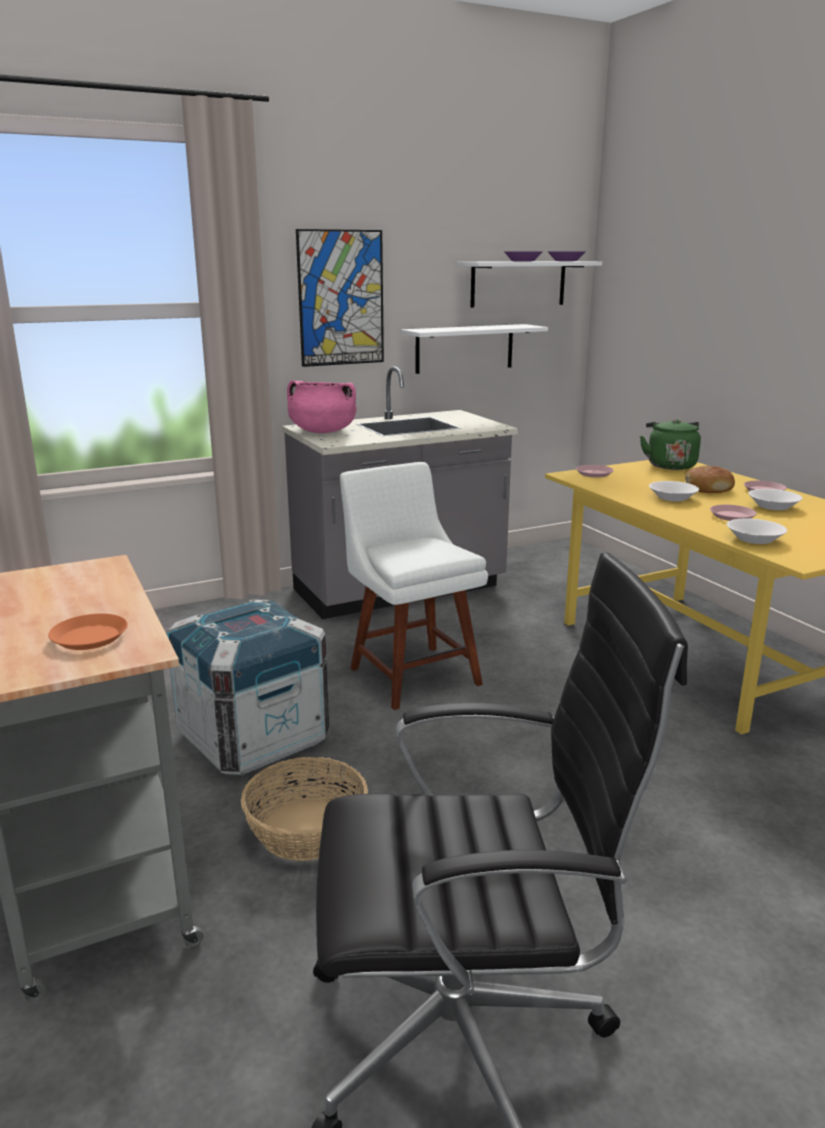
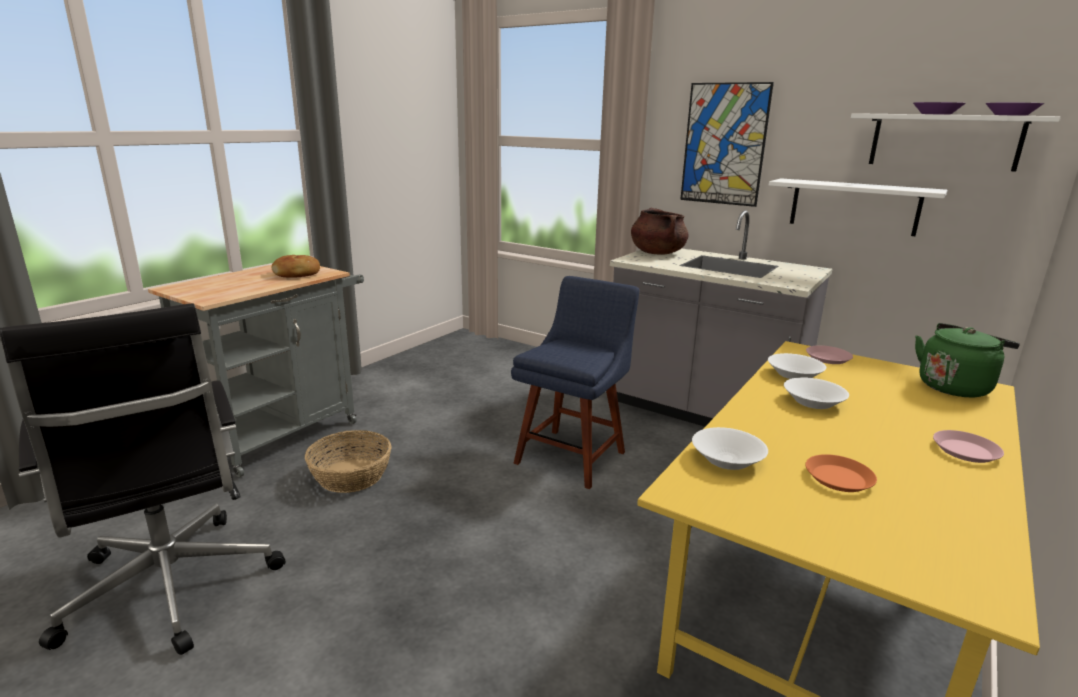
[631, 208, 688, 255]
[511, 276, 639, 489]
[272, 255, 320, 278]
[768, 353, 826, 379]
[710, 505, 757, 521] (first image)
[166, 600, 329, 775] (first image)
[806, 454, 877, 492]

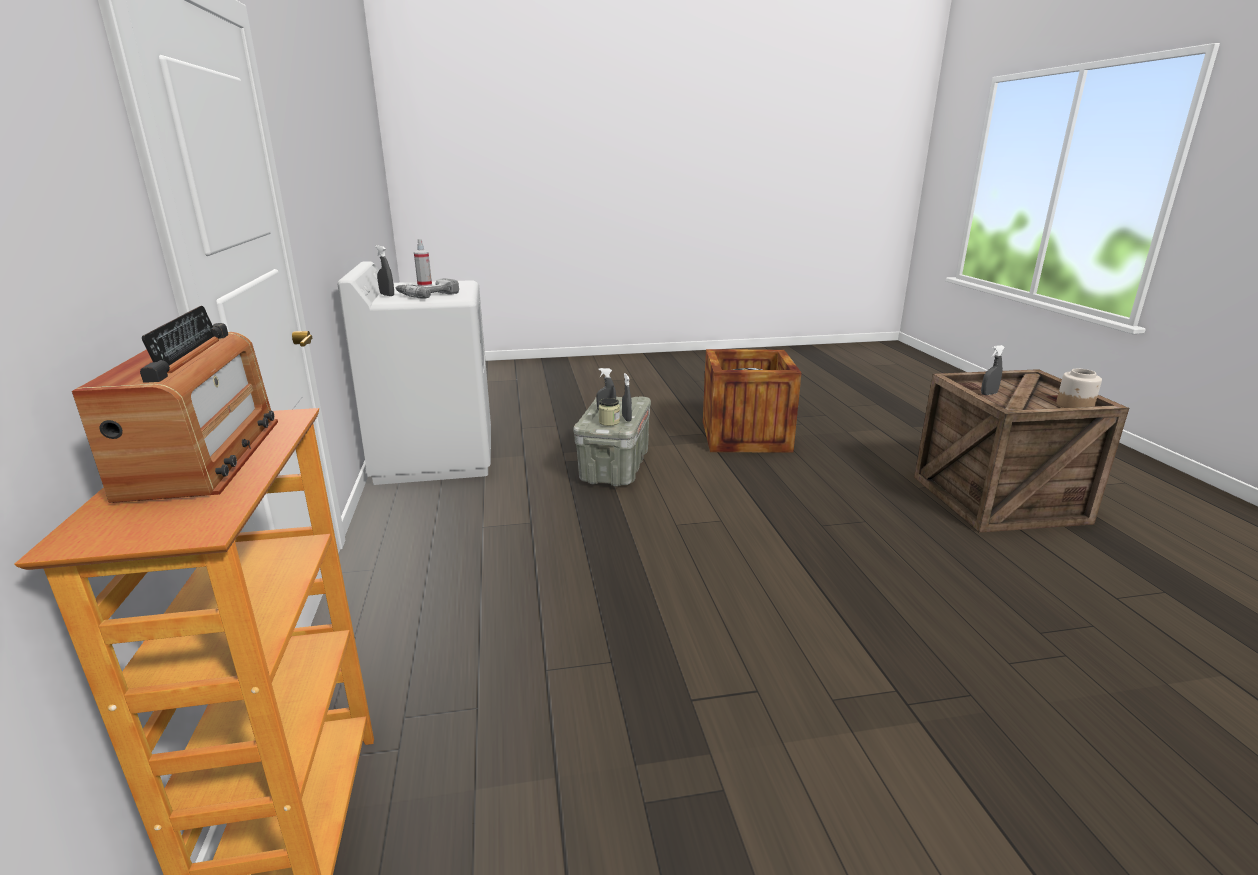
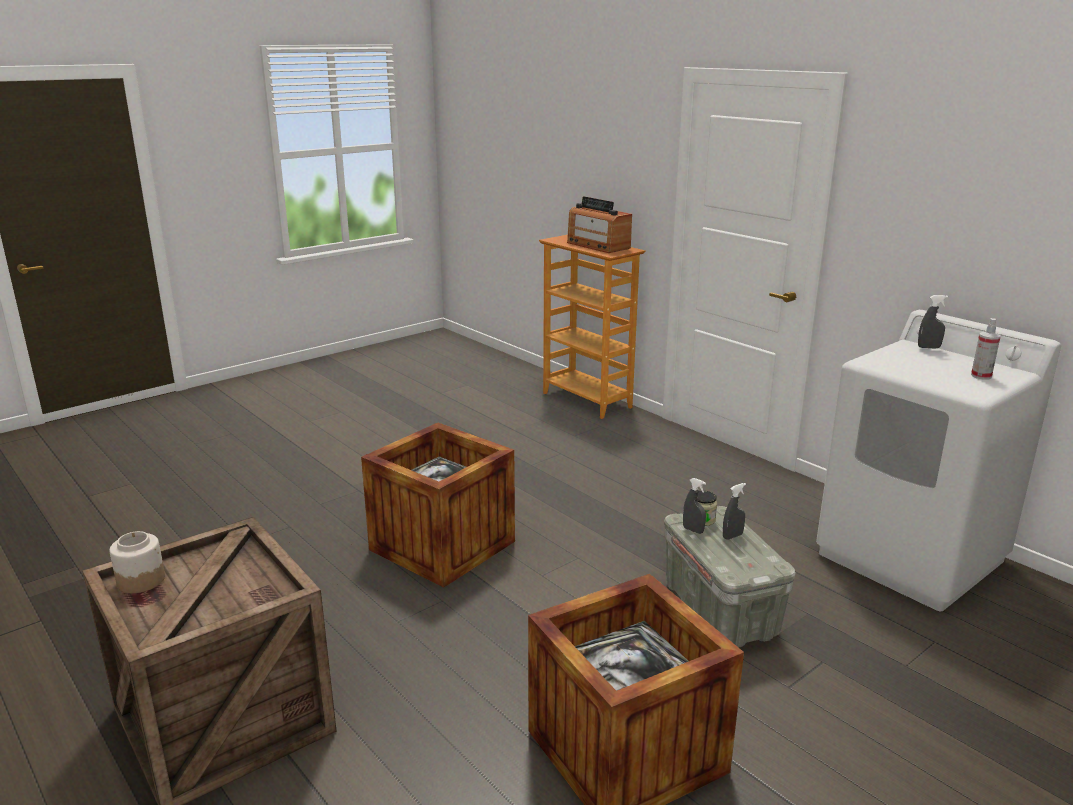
[396, 278, 459, 299] (first image)
[981, 345, 1005, 395] (first image)
[361, 423, 515, 588]

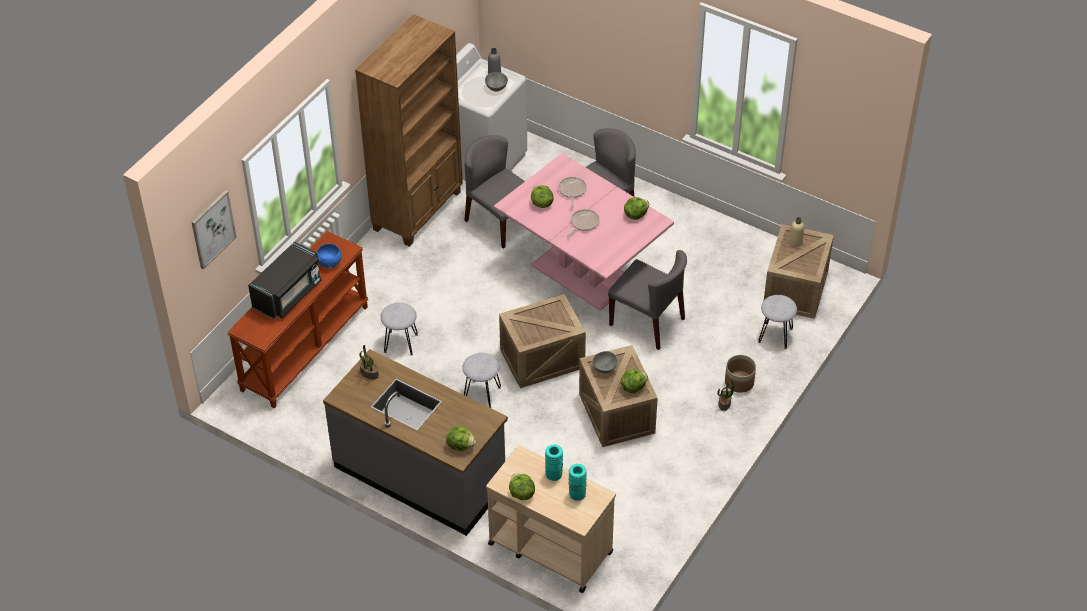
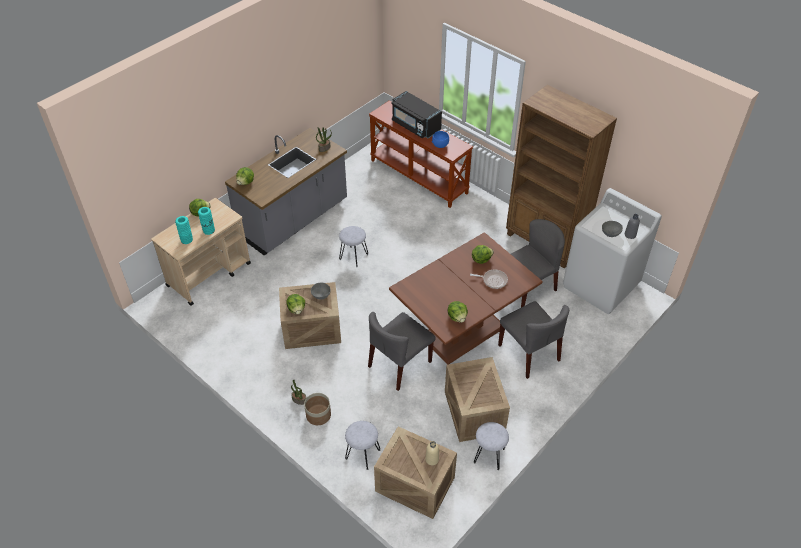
[389, 233, 543, 365]
[191, 190, 237, 270] (first image)
[567, 209, 600, 237] (first image)
[445, 357, 510, 442]
[474, 422, 509, 470]

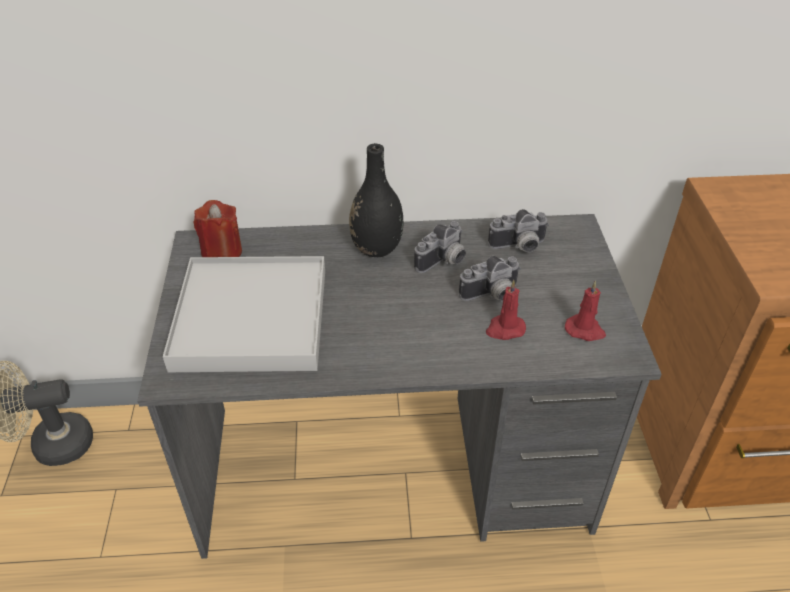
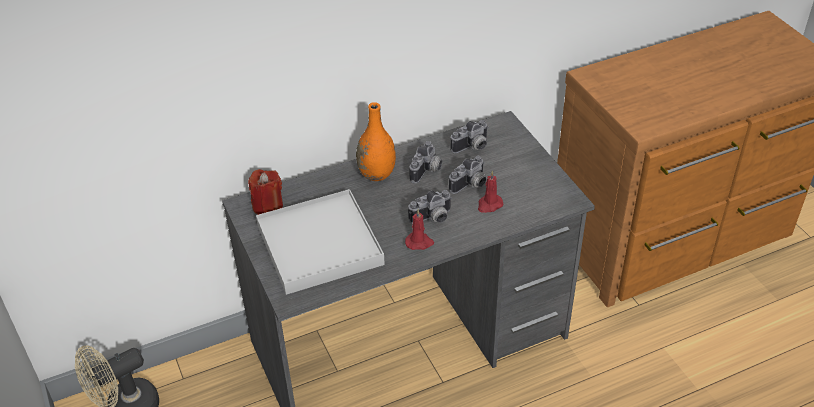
[356, 102, 396, 181]
[405, 209, 434, 250]
[408, 190, 452, 224]

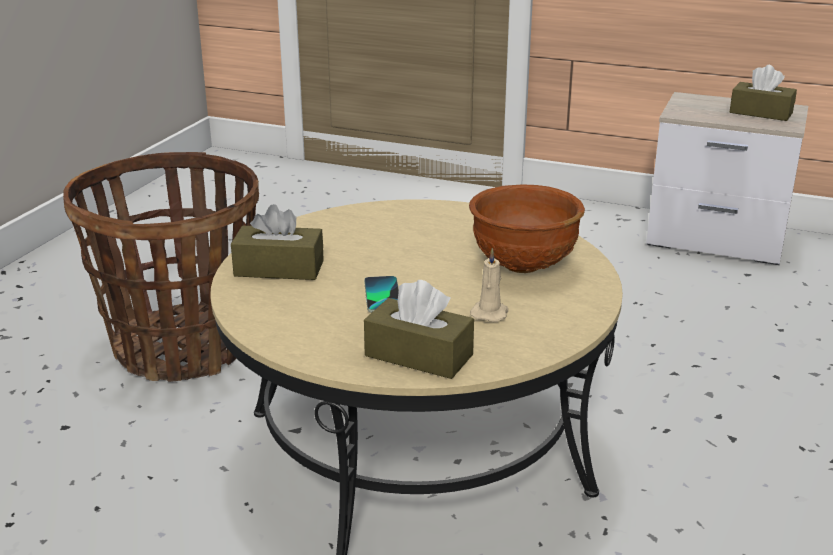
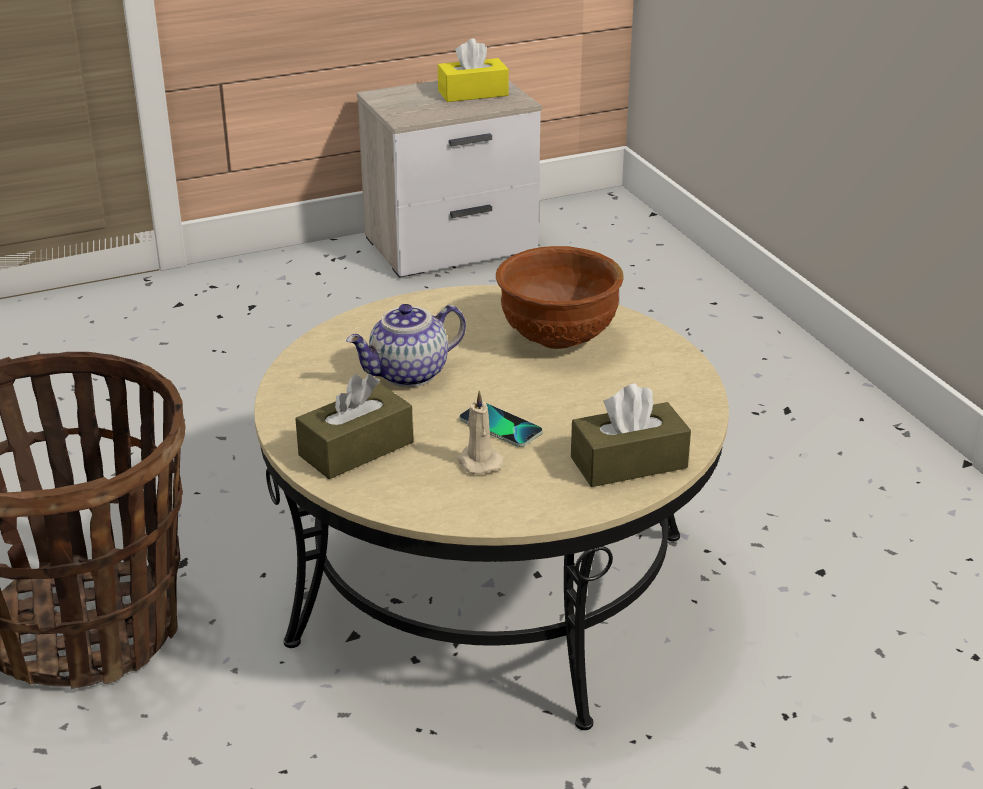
[438, 39, 509, 102]
[457, 390, 504, 475]
[346, 304, 466, 387]

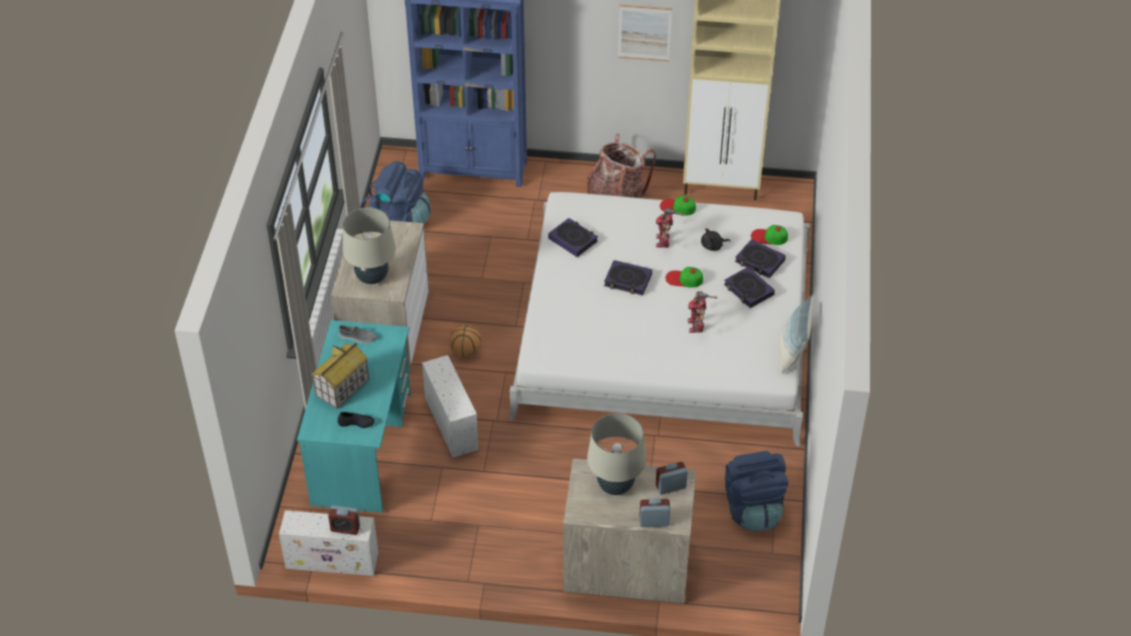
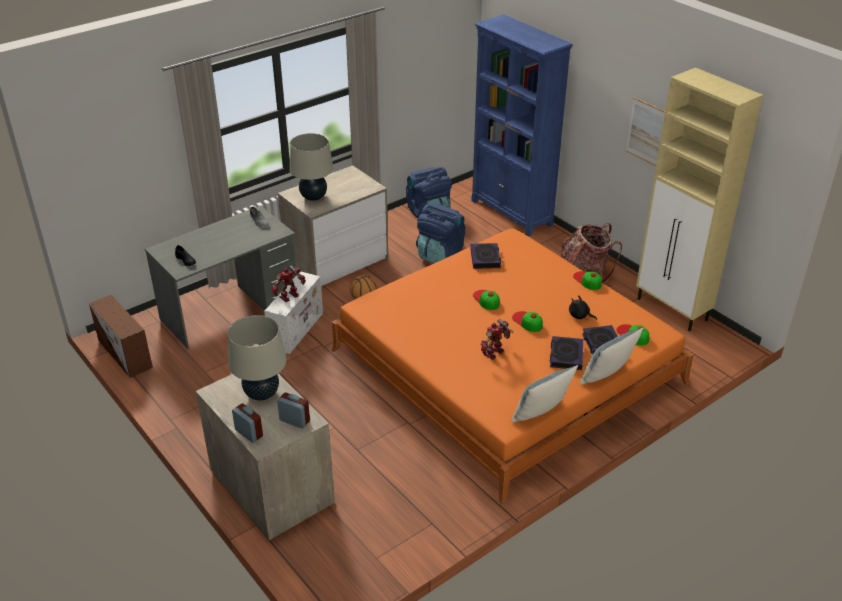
[332, 228, 694, 504]
[272, 265, 306, 302]
[473, 290, 500, 310]
[145, 206, 296, 349]
[311, 343, 369, 409] (first image)
[416, 203, 465, 263]
[328, 505, 360, 535] (first image)
[89, 295, 153, 378]
[580, 327, 644, 385]

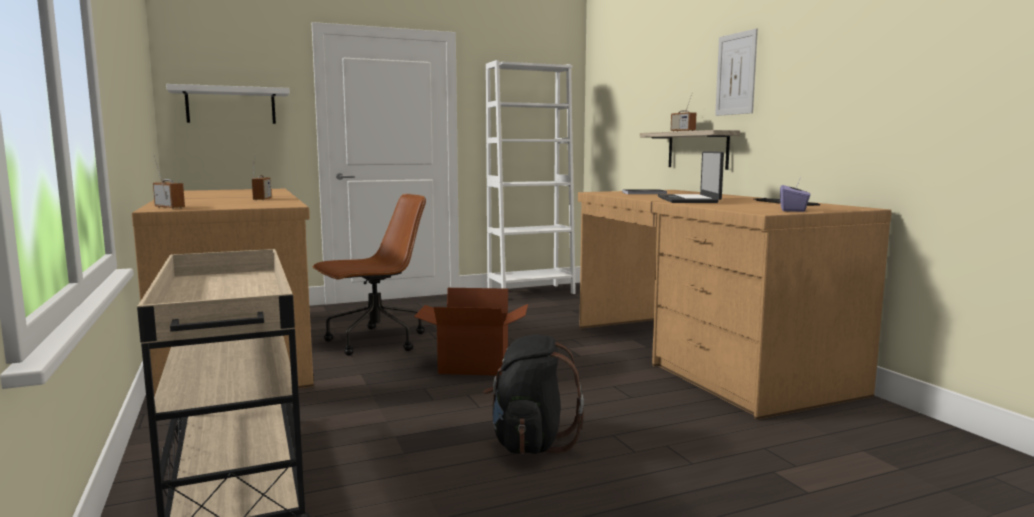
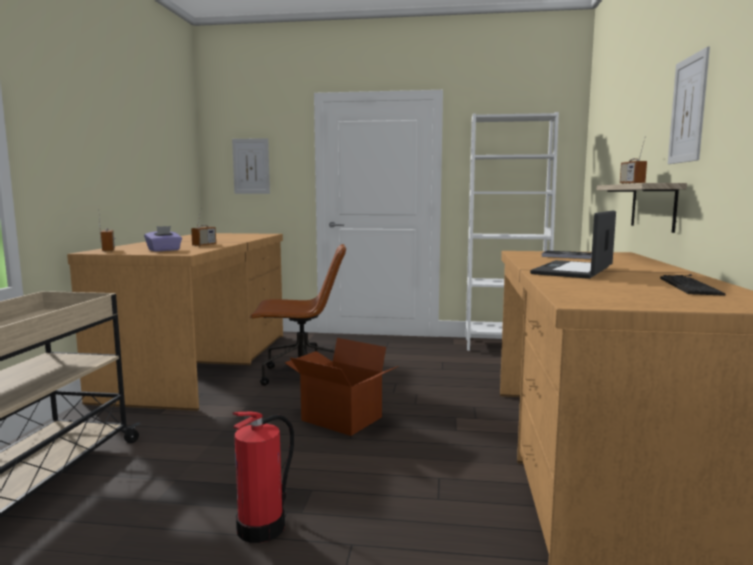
[232, 138, 270, 194]
[144, 226, 182, 252]
[233, 412, 294, 543]

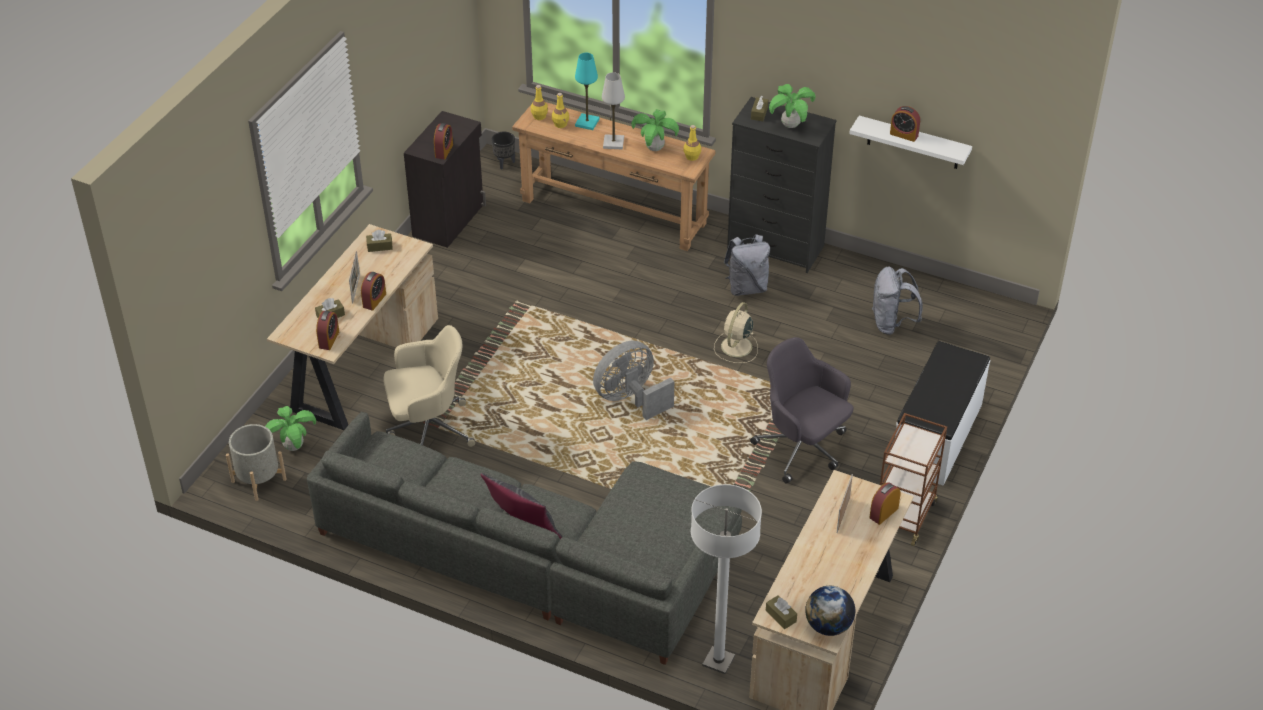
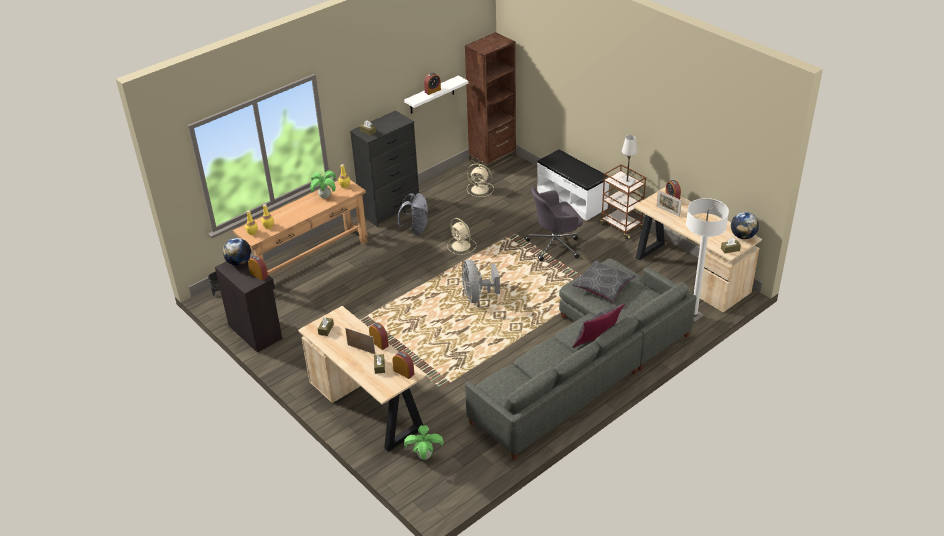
[575, 53, 599, 130] (first image)
[619, 135, 637, 186]
[769, 84, 816, 128] (first image)
[467, 164, 494, 197]
[383, 325, 475, 447] (first image)
[226, 424, 287, 501] (first image)
[465, 32, 516, 171]
[223, 238, 251, 266]
[572, 260, 636, 302]

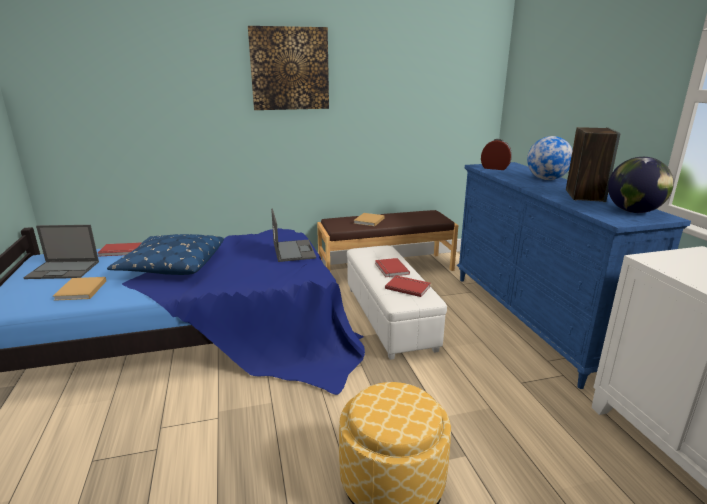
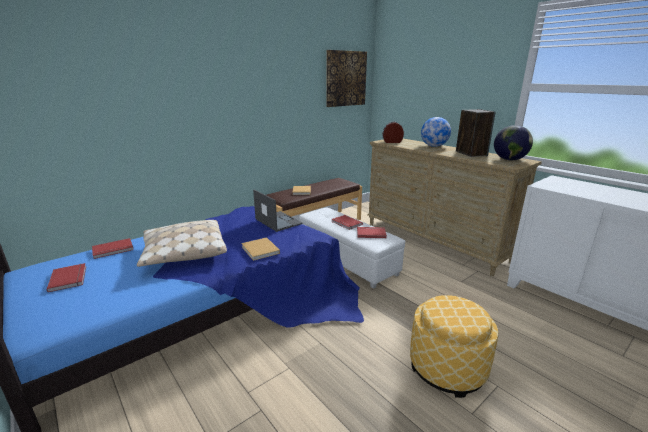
[326, 50, 367, 107]
[367, 139, 542, 276]
[47, 263, 86, 292]
[137, 220, 227, 267]
[241, 237, 280, 261]

